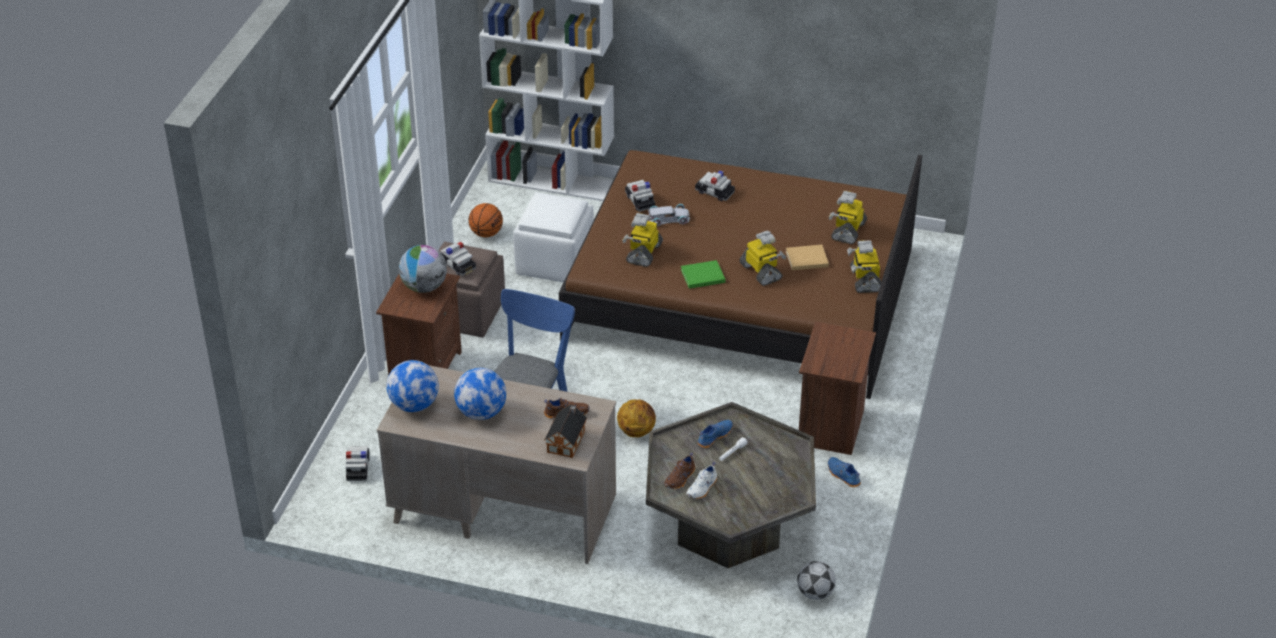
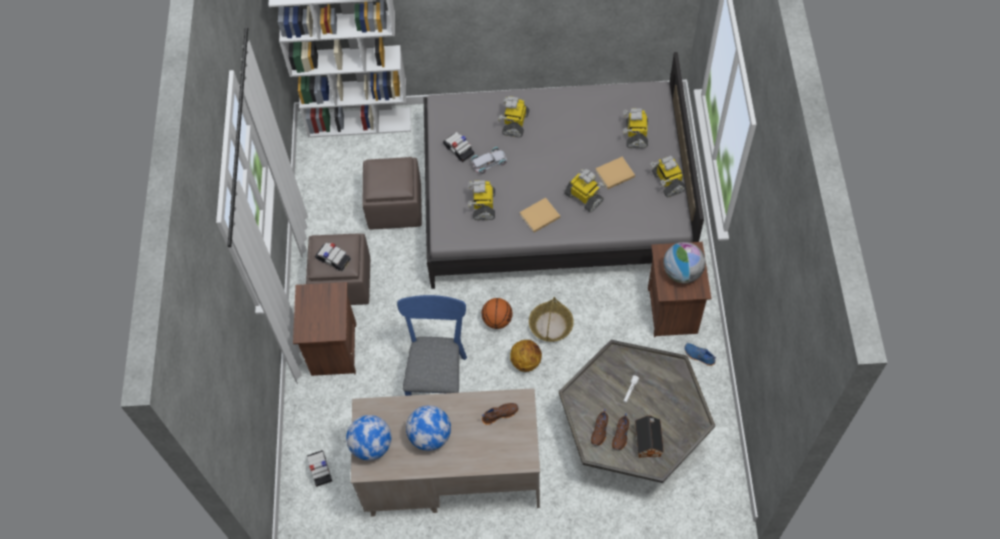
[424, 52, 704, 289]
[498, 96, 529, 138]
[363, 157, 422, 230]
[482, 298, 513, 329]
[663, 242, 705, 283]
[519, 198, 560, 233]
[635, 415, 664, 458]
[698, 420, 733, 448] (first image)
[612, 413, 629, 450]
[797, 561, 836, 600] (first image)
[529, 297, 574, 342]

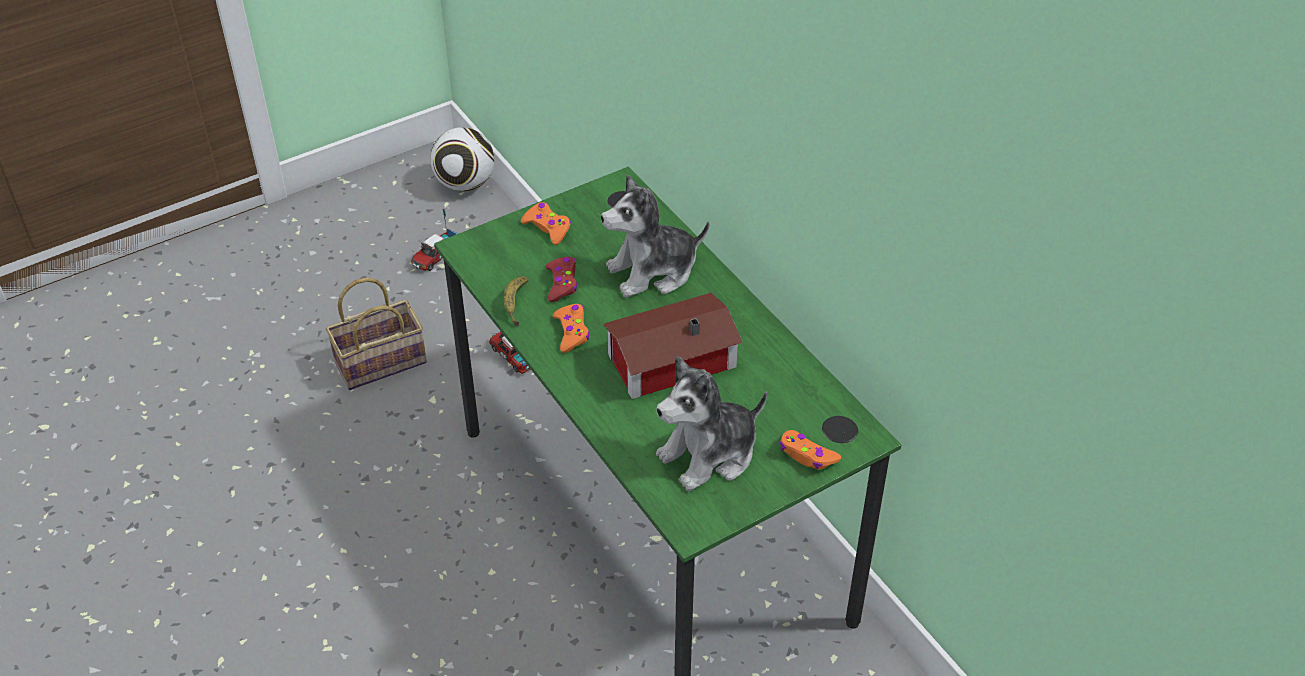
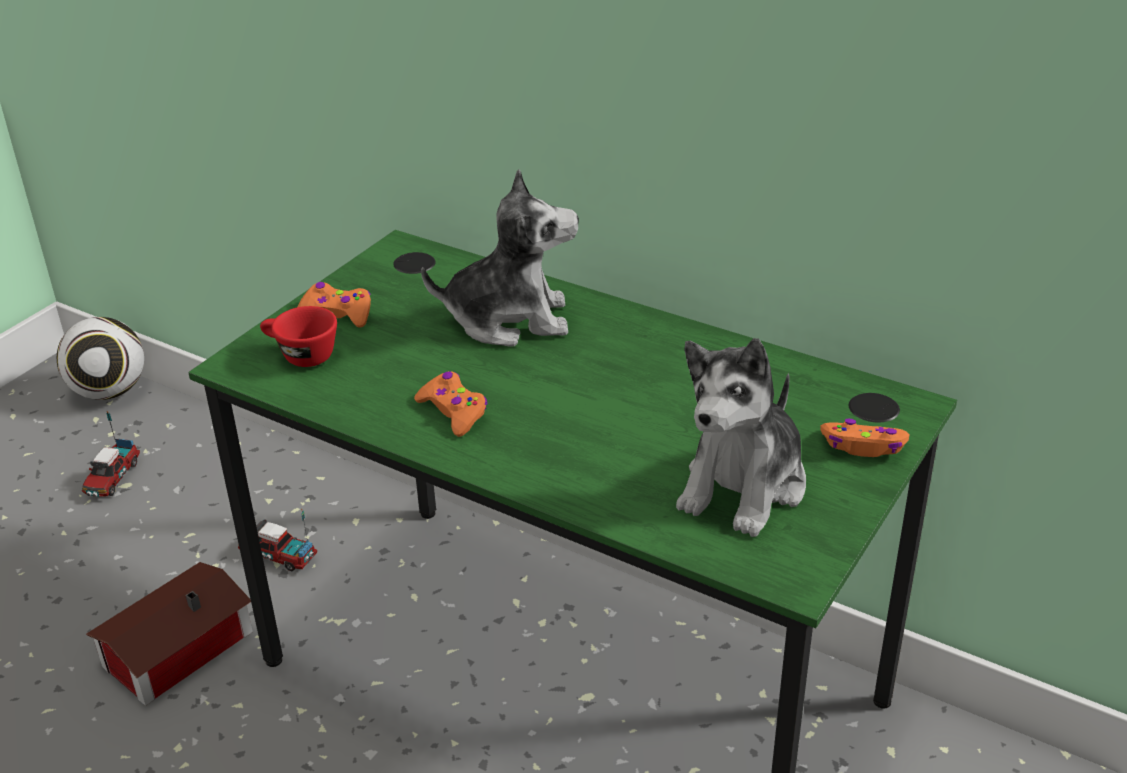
[421, 169, 579, 347]
[546, 257, 577, 302] (first image)
[504, 276, 529, 327] (first image)
[326, 277, 427, 390] (first image)
[86, 562, 253, 706]
[260, 306, 337, 367]

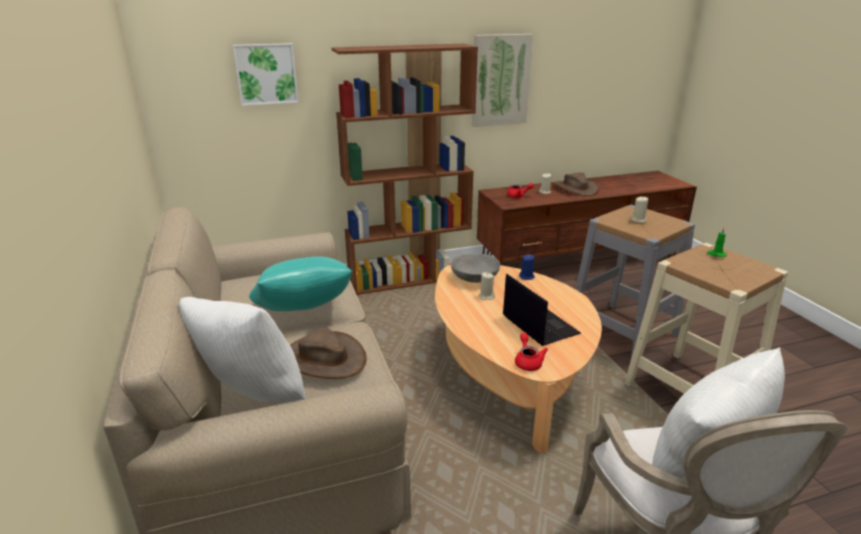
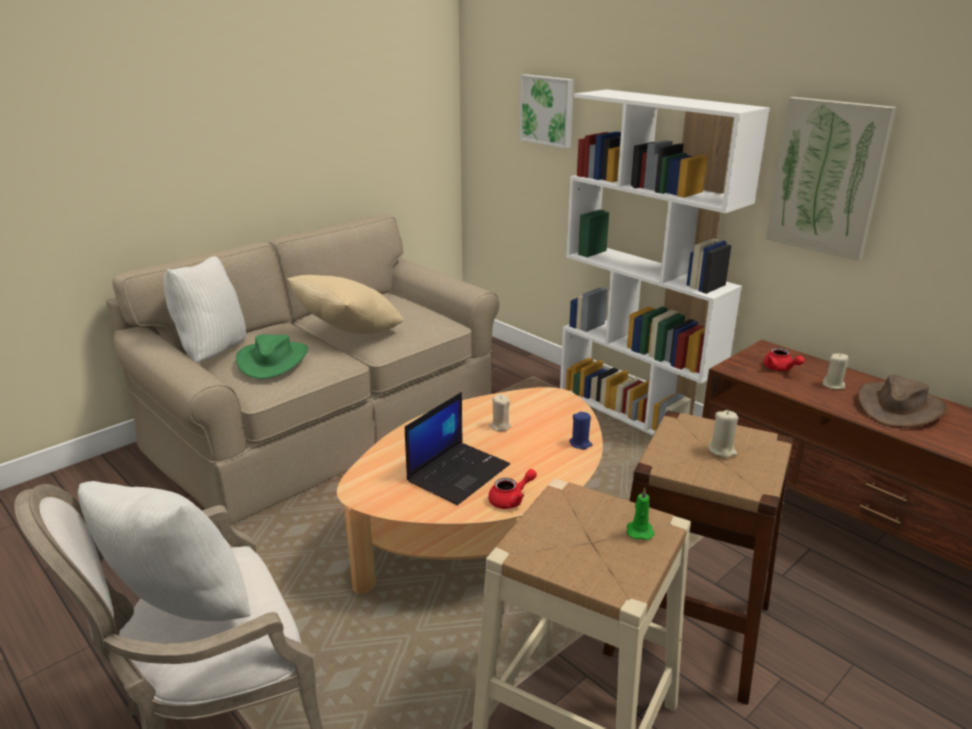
[560, 89, 770, 436]
[603, 411, 793, 705]
[451, 254, 500, 283] (first image)
[287, 275, 404, 334]
[236, 334, 308, 379]
[488, 469, 537, 509]

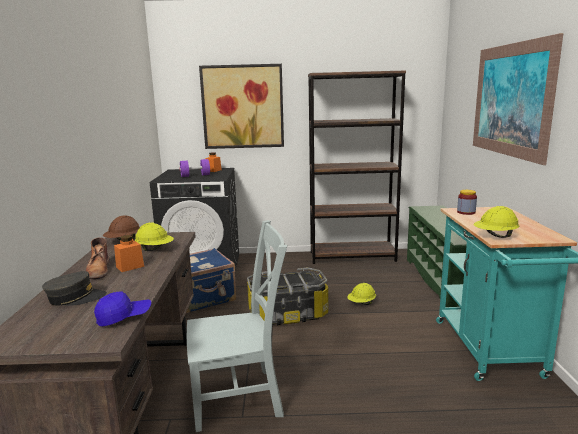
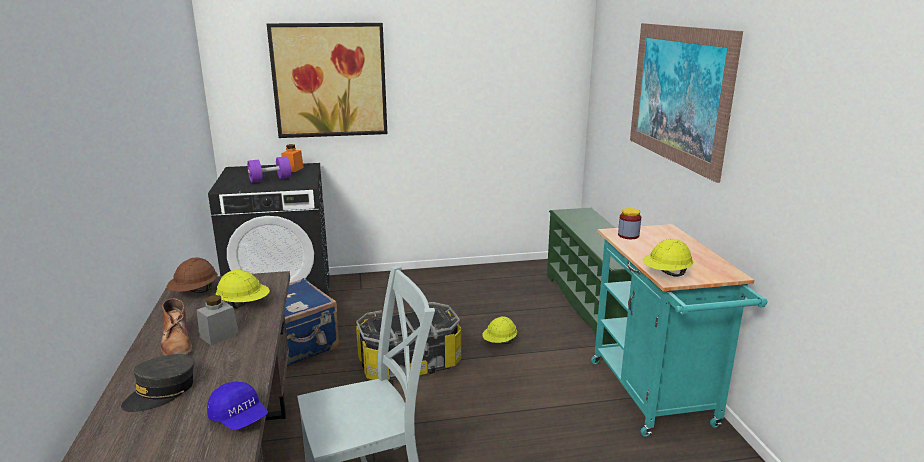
[308, 70, 406, 264] (first image)
[197, 295, 239, 345]
[121, 354, 195, 412]
[207, 382, 268, 430]

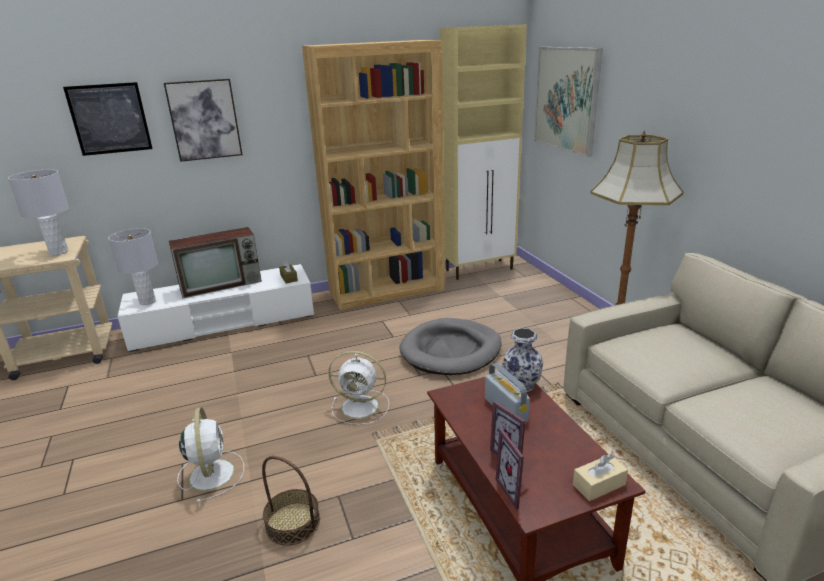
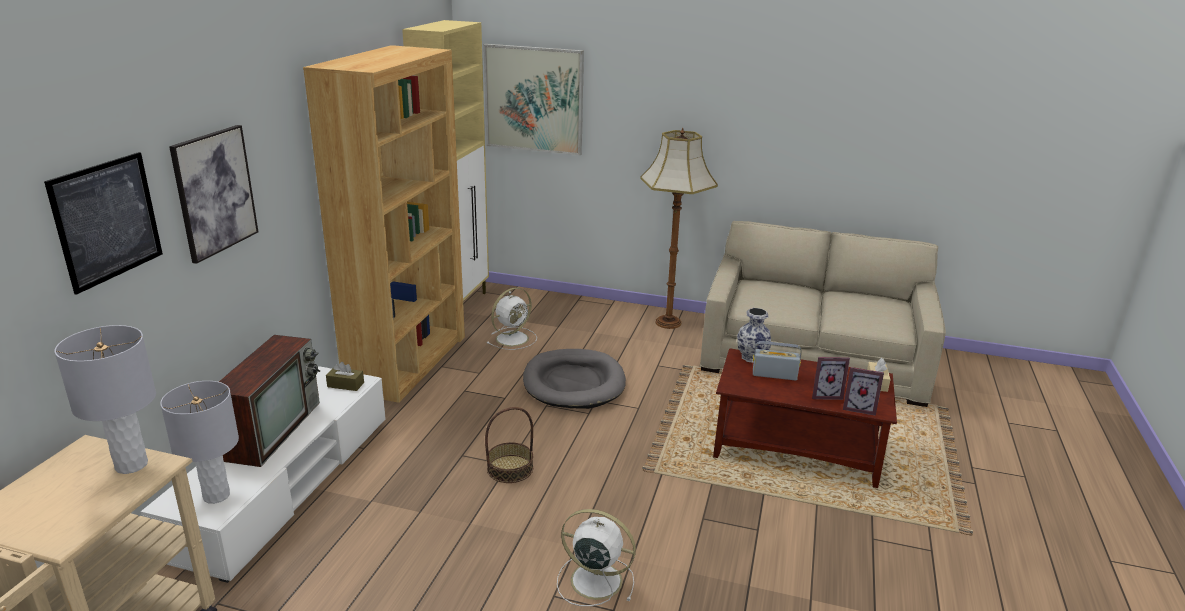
[486, 287, 537, 350]
[485, 407, 533, 483]

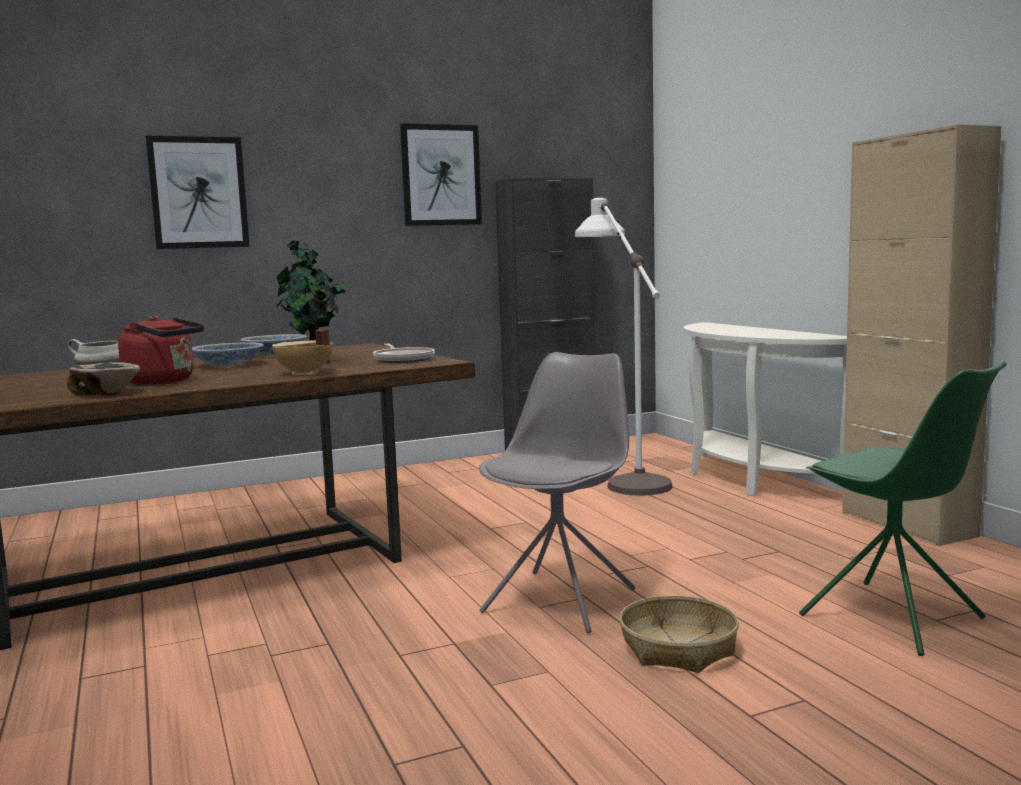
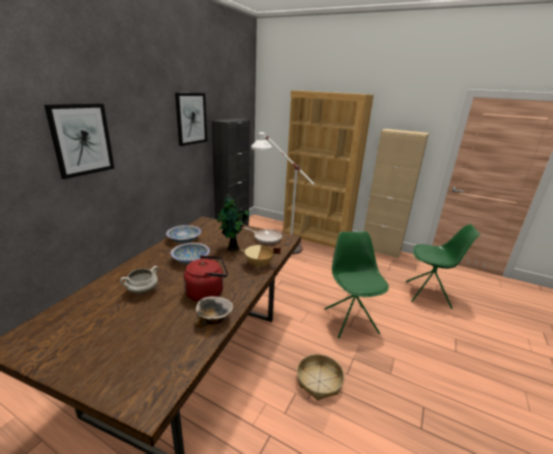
[283, 90, 374, 248]
[324, 231, 389, 338]
[297, 354, 344, 400]

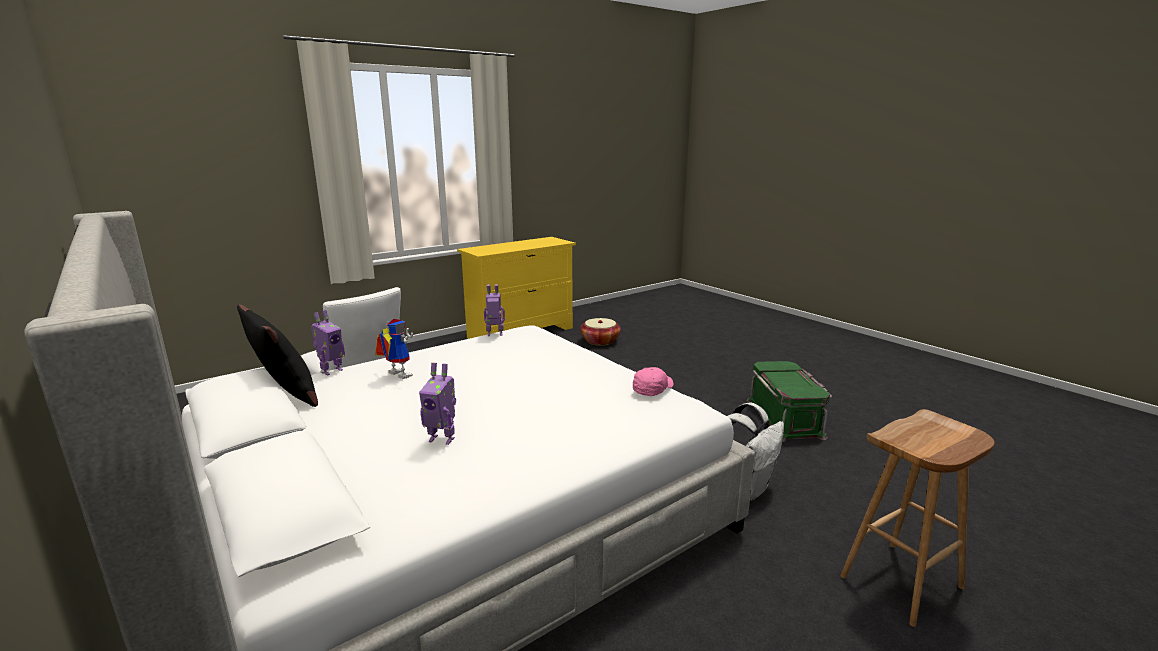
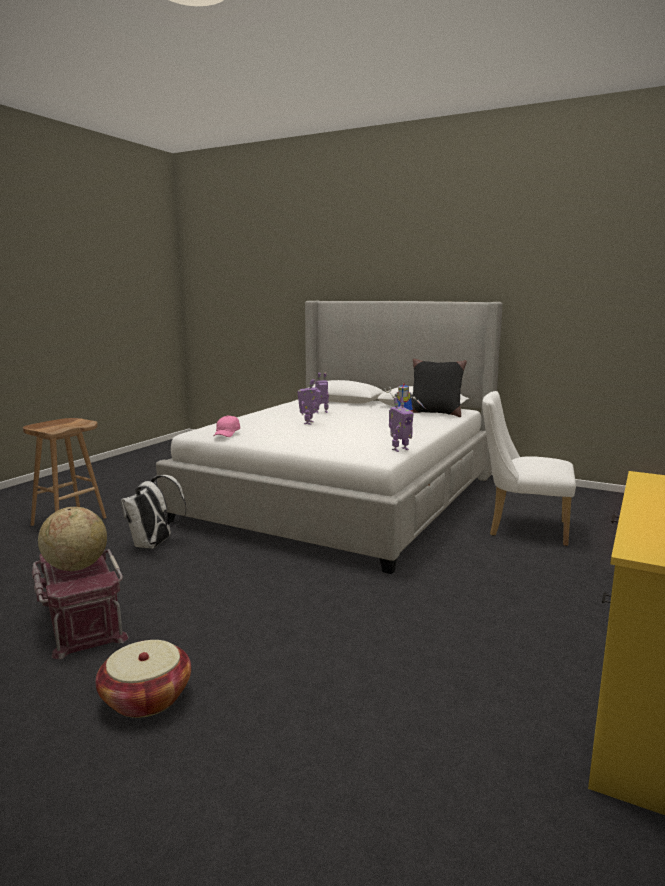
[297, 379, 321, 424]
[96, 640, 191, 718]
[32, 549, 129, 659]
[38, 507, 107, 571]

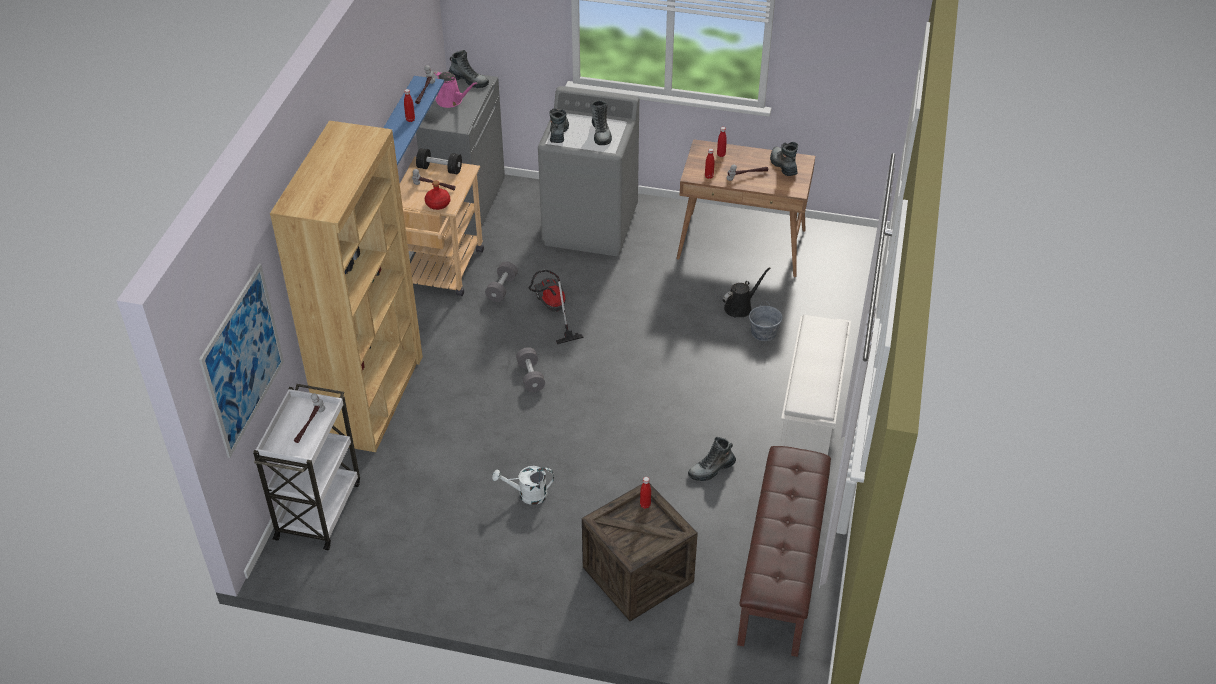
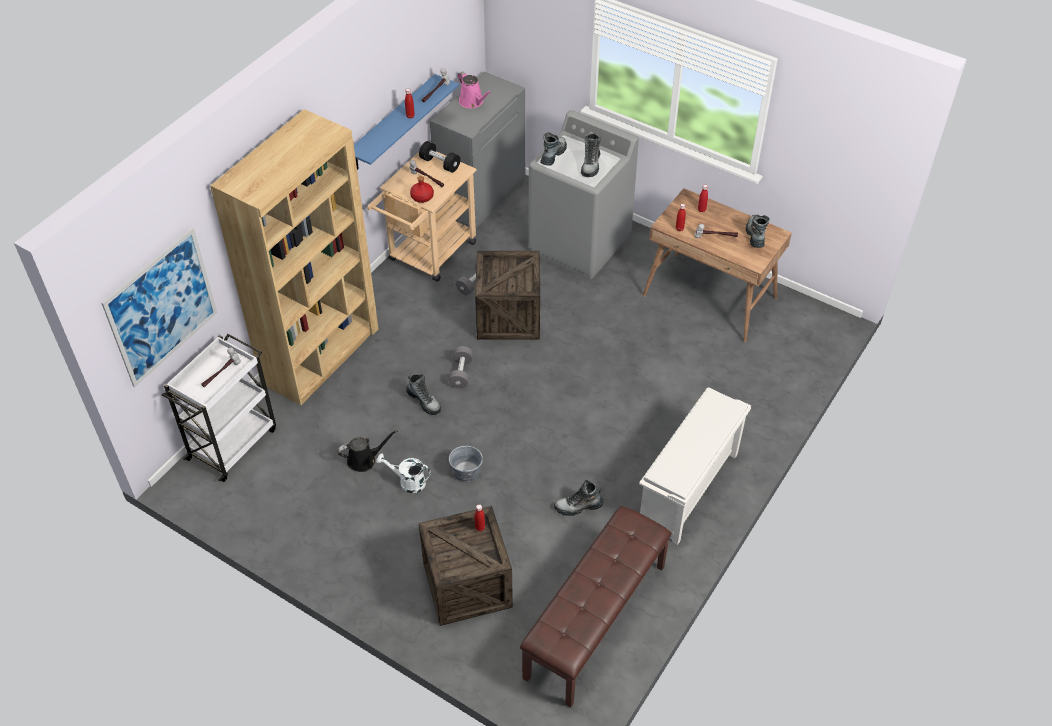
[406, 373, 441, 415]
[338, 430, 398, 472]
[475, 251, 540, 340]
[449, 445, 483, 482]

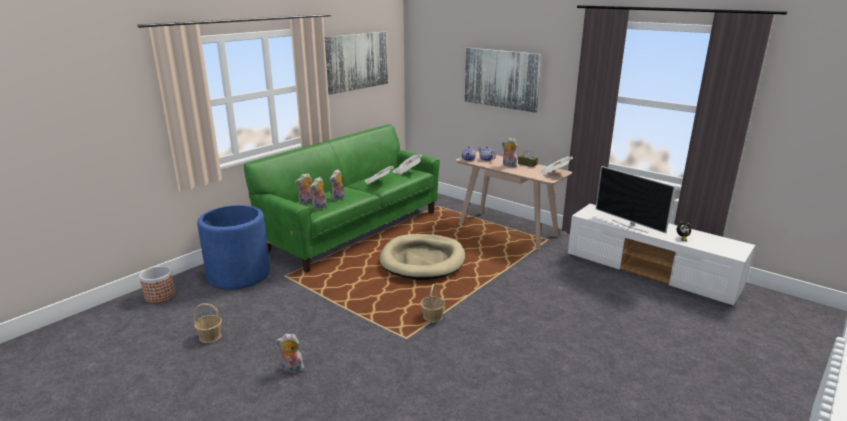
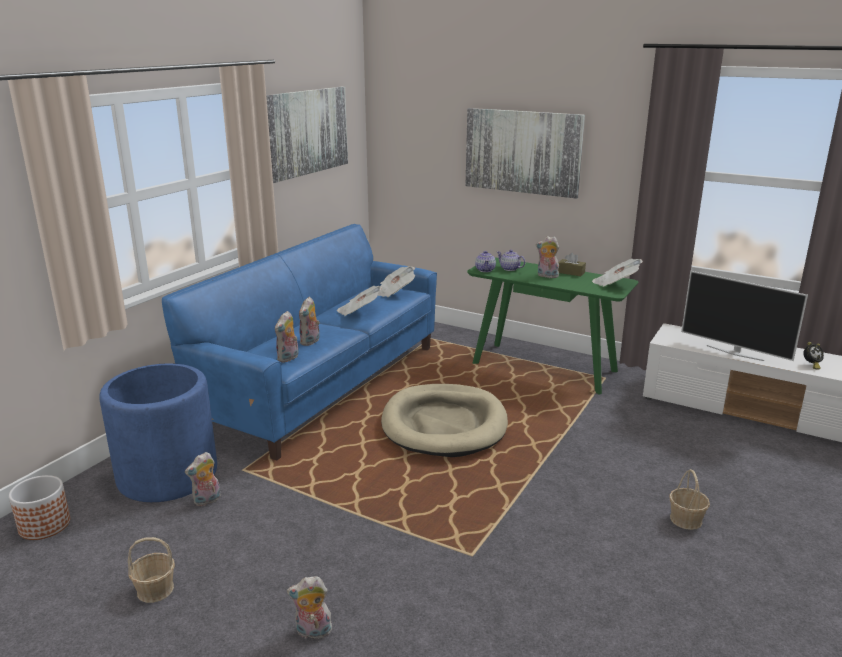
[162, 224, 437, 461]
[467, 258, 639, 395]
[185, 452, 221, 506]
[669, 469, 710, 530]

